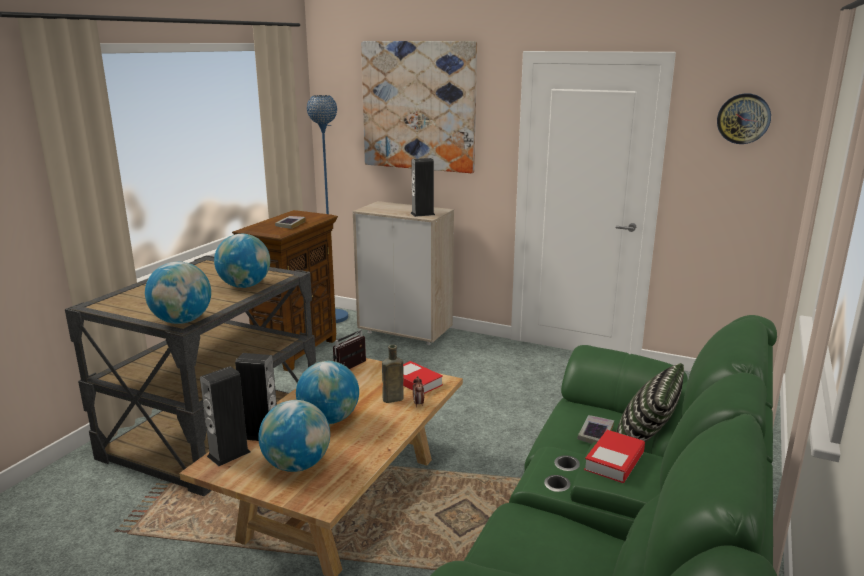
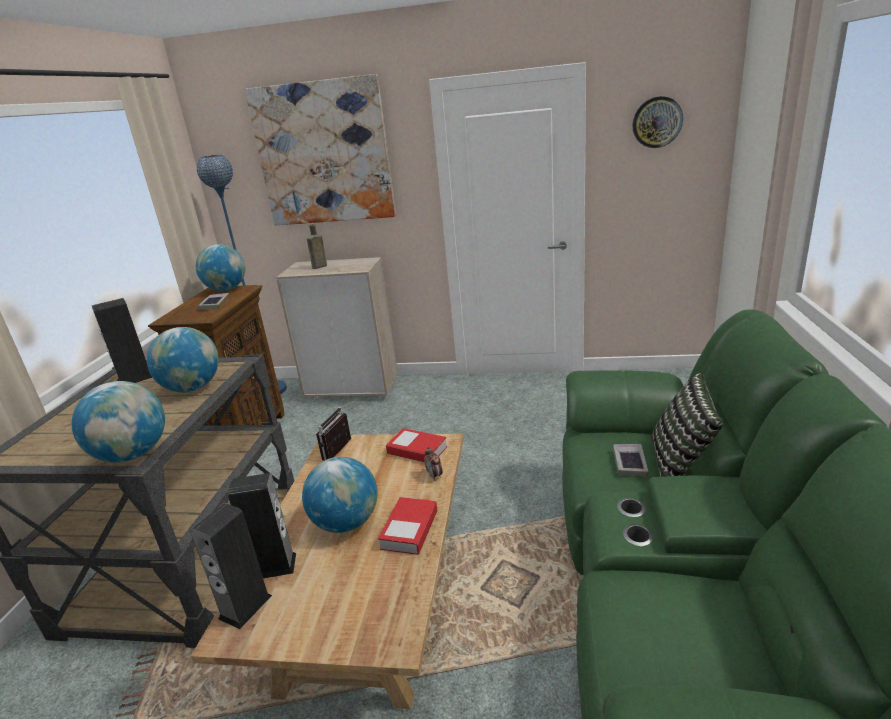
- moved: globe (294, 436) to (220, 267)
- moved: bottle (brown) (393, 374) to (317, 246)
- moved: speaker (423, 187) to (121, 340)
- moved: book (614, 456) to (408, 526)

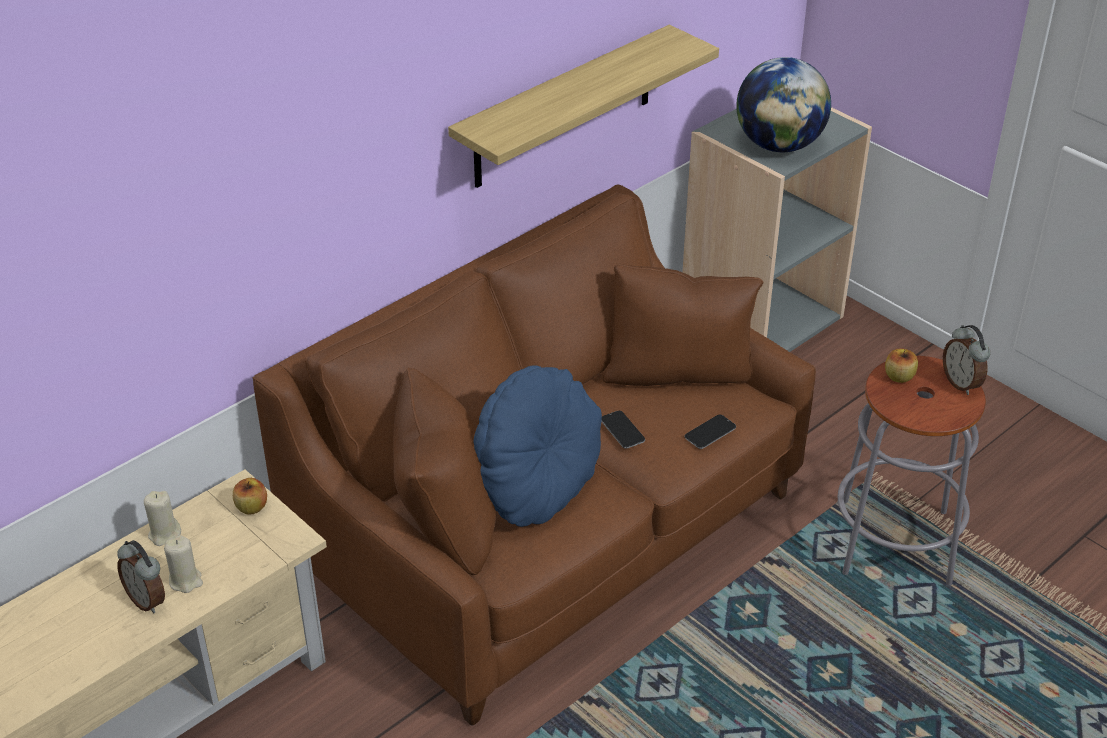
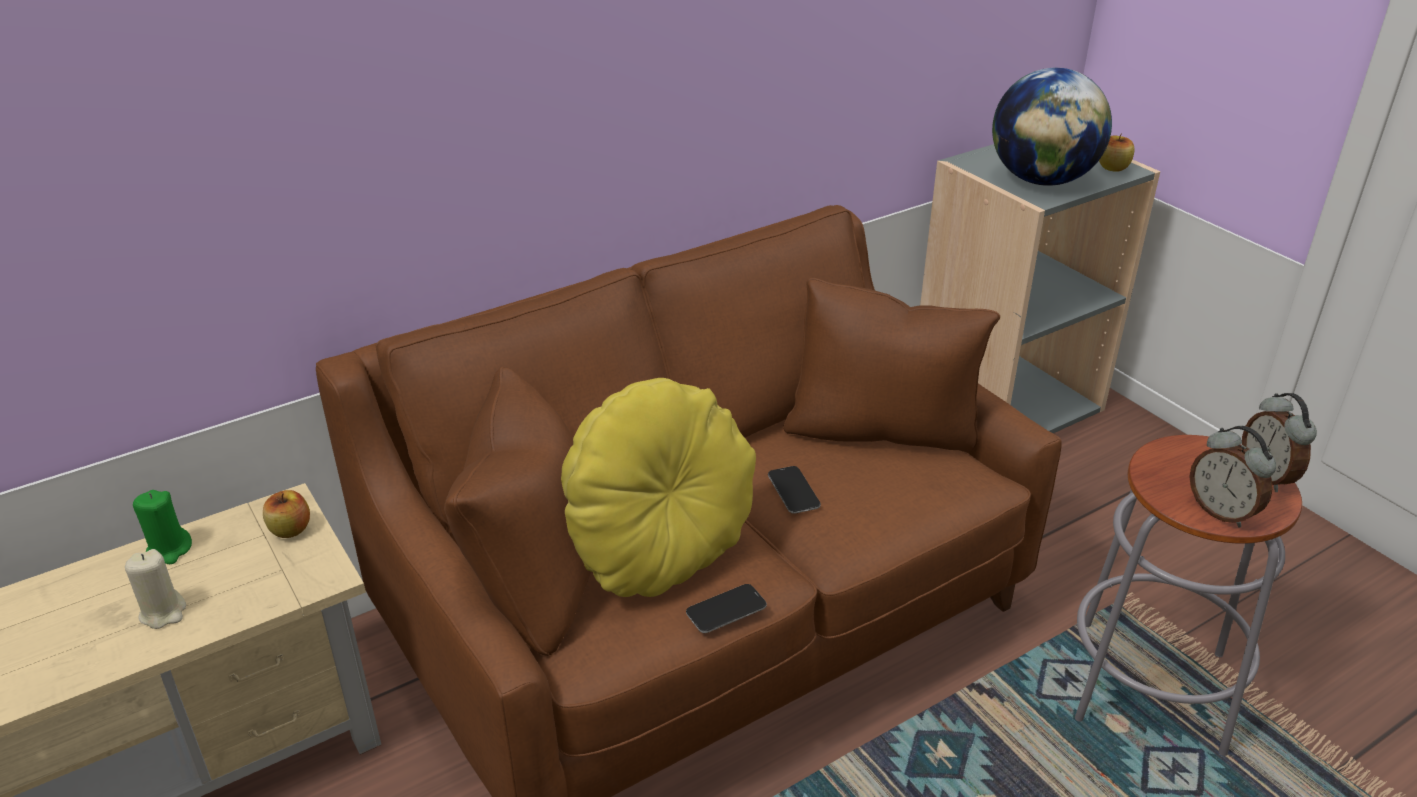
- removed: shelf (583, 106)
- moved: alarm clock (141, 576) to (1232, 477)
- moved: phone (710, 431) to (726, 608)
- moved: apple (901, 365) to (1116, 152)
- recoloured: candle (beige) (162, 518) to candle (green) (162, 527)
- recoloured: pillow (blue) (537, 446) to pillow (yellow) (658, 487)

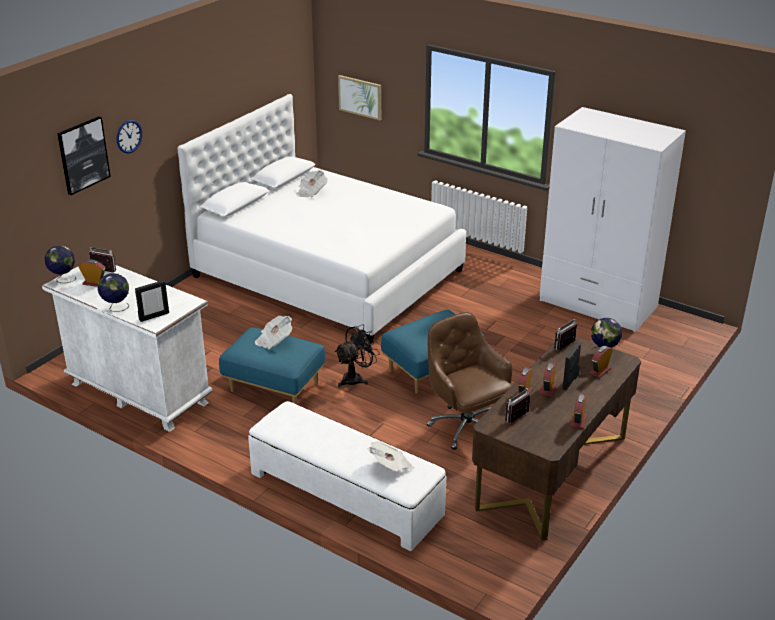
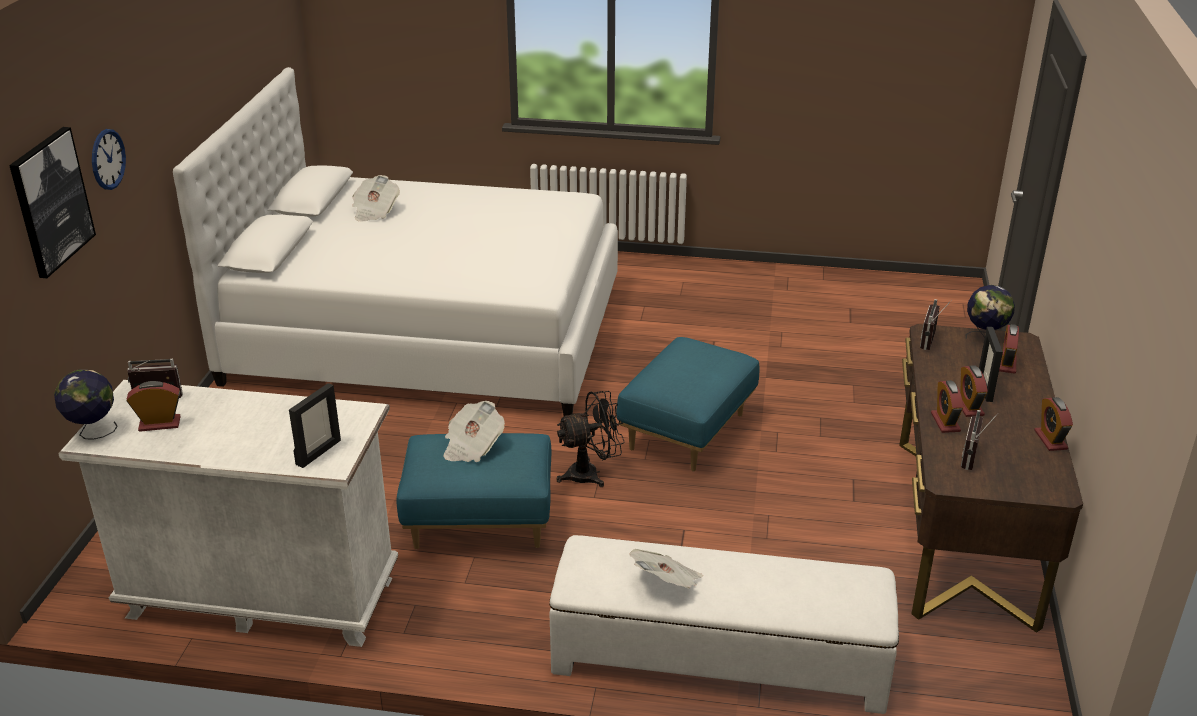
- removed: globe (113, 292)
- removed: picture (359, 97)
- removed: office chair (brown) (469, 381)
- removed: wardrobe (white) (613, 219)
- moved: newspaper (390, 456) to (666, 568)
- turned: fan (black) (357, 356) = (590, 439) 45 degrees clockwise

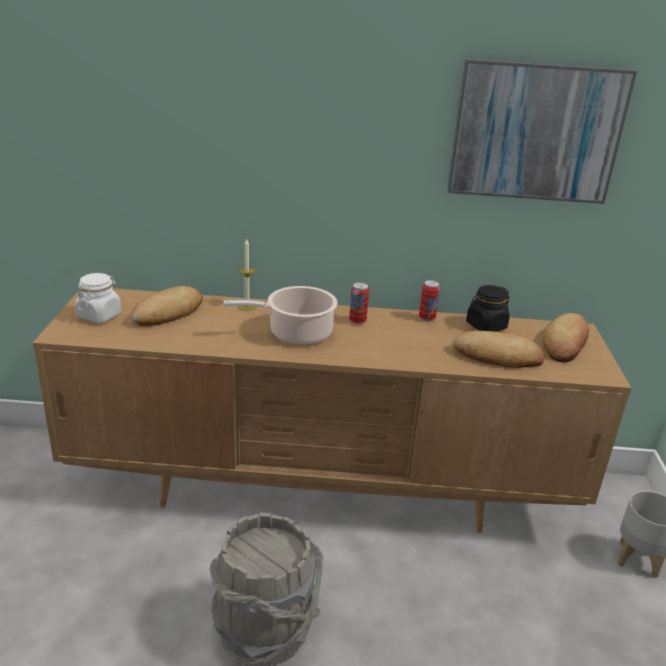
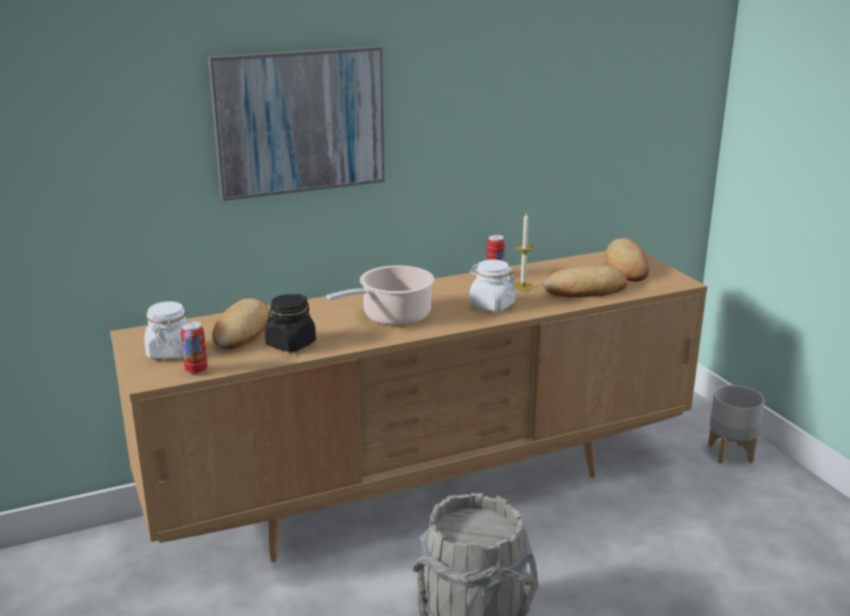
- added: jar (white) (493, 286)
- moved: candle (246, 275) to (524, 252)
- moved: can (359, 303) to (194, 348)
- moved: picture (542, 131) to (296, 123)
- moved: jar (black) (488, 308) to (290, 323)

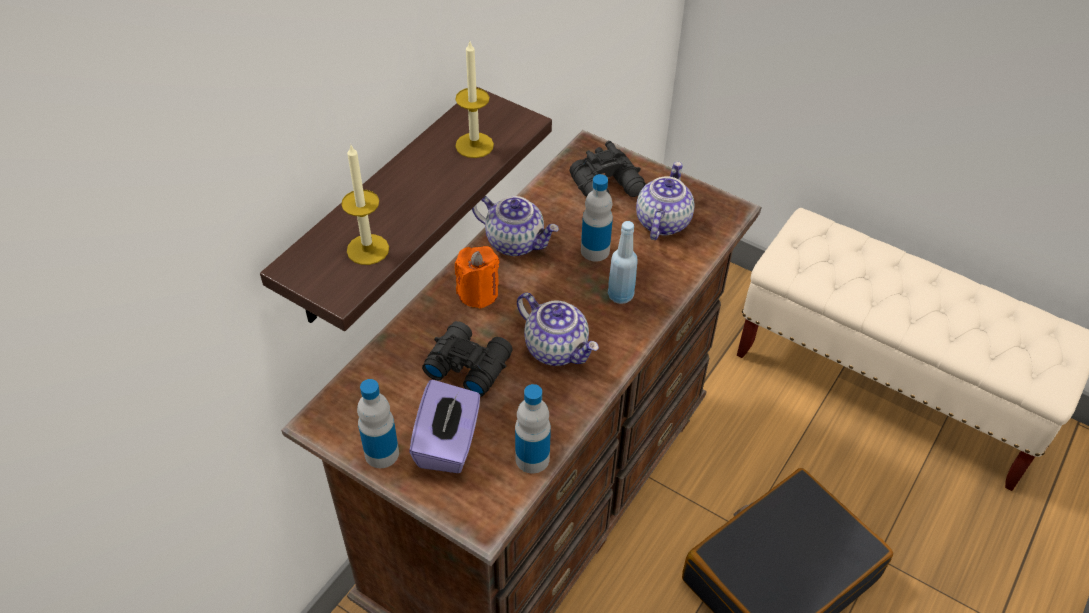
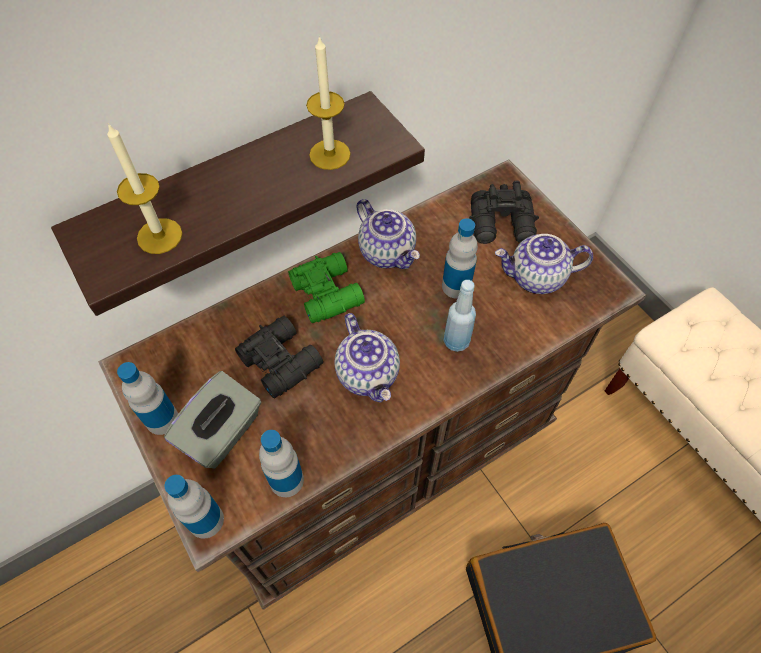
- added: bottle (194, 507)
- replaced: candle (orange) (477, 277) to binoculars (green) (326, 287)
- recoloured: tissue box (purple) (444, 426) to tissue box (grey) (212, 419)
- turned: teapot (665, 201) = (544, 264) 135 degrees counterclockwise

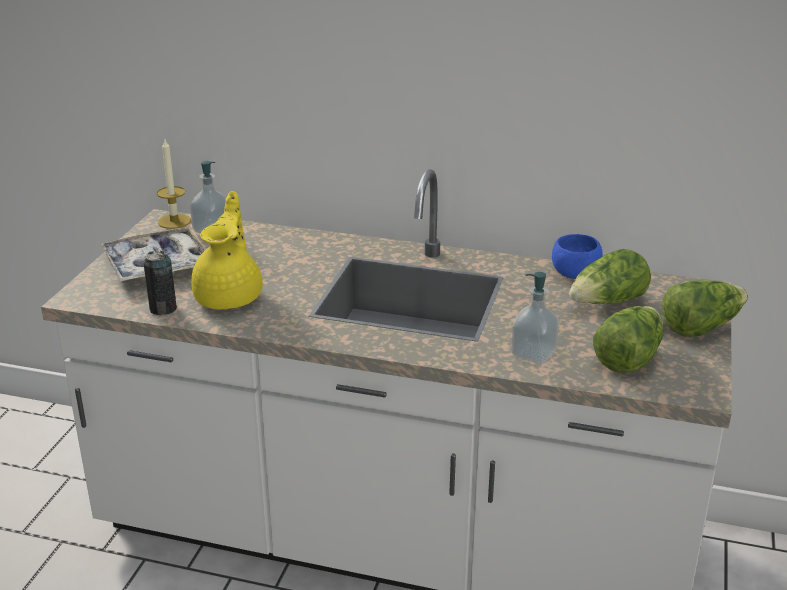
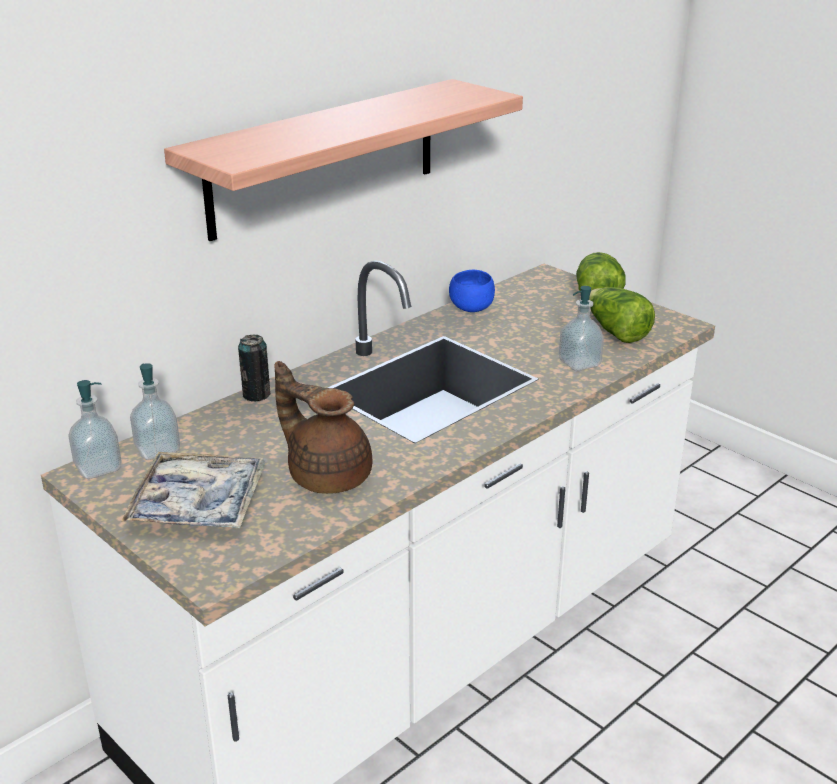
- removed: lettuce (610, 276)
- added: shelf (343, 160)
- moved: can (160, 283) to (254, 368)
- replaced: candle (174, 184) to soap dispenser (95, 429)
- recoloured: teapot (yellow) (227, 250) to teapot (brown) (323, 427)

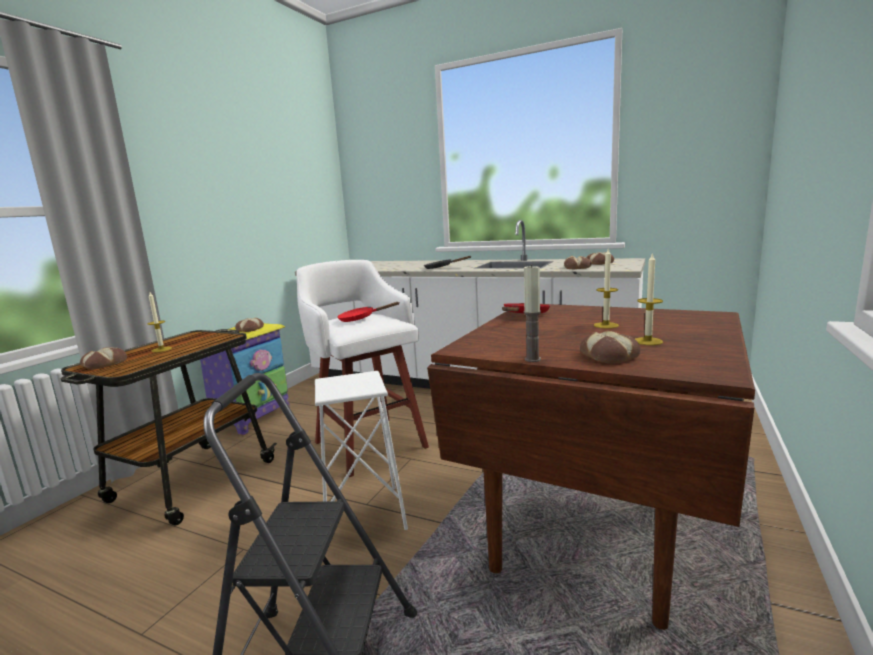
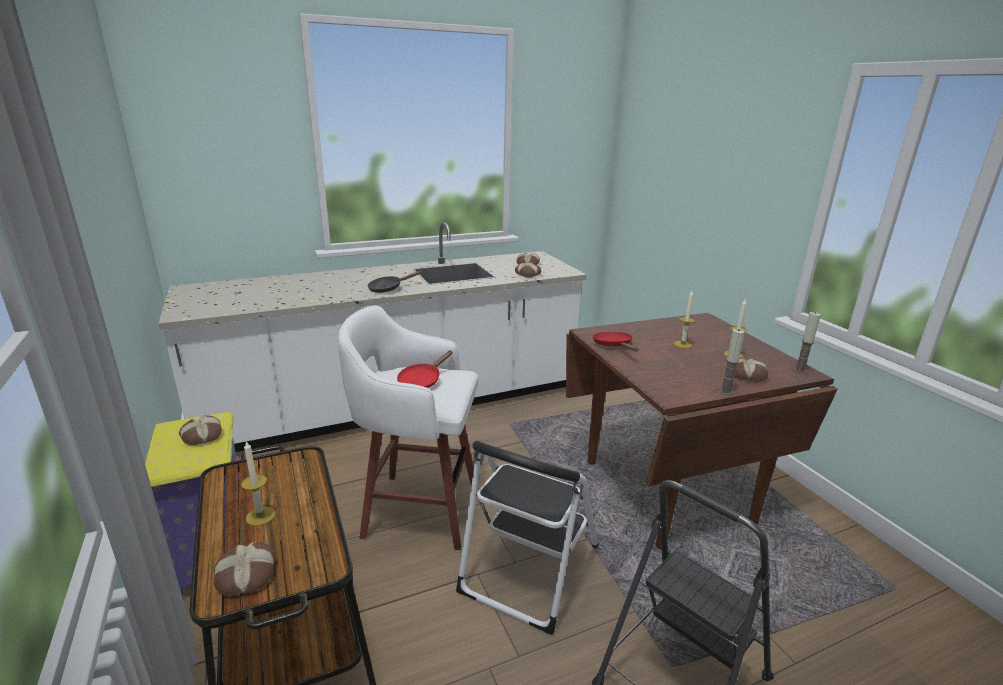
- added: candle (807, 342)
- replaced: stool (white) (361, 450) to step ladder (527, 538)

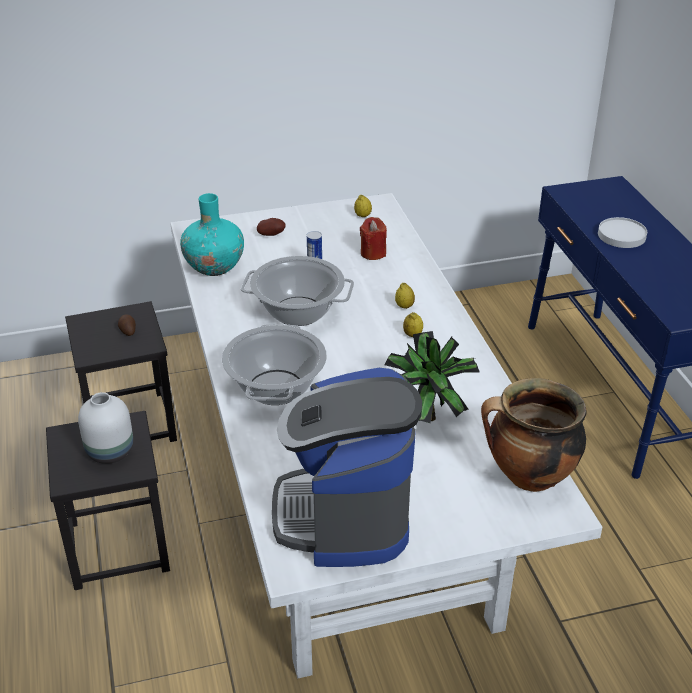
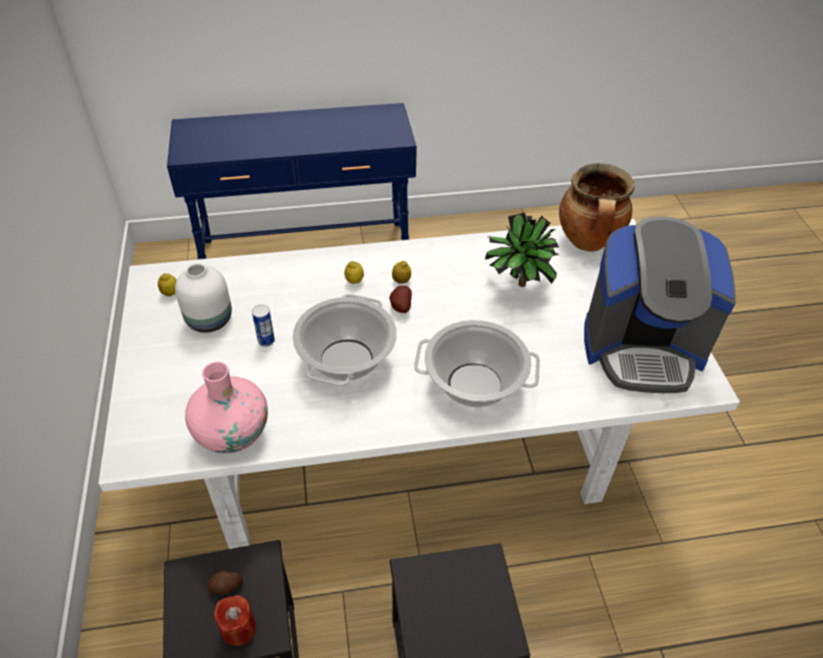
- removed: plate (white) (622, 232)
- moved: vase (white) (105, 428) to (203, 298)
- moved: potato (271, 227) to (400, 299)
- moved: candle (red) (373, 238) to (235, 620)
- recoloured: vase (turquoise) (212, 234) to vase (pink) (226, 407)

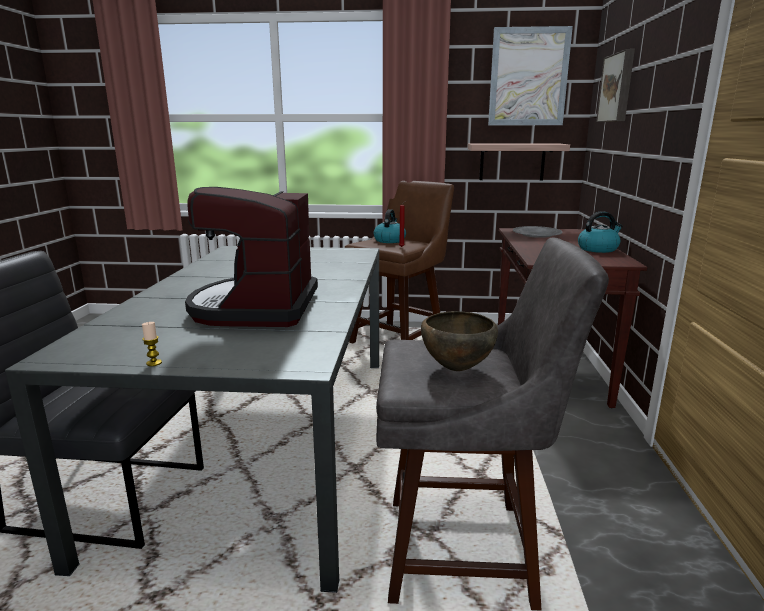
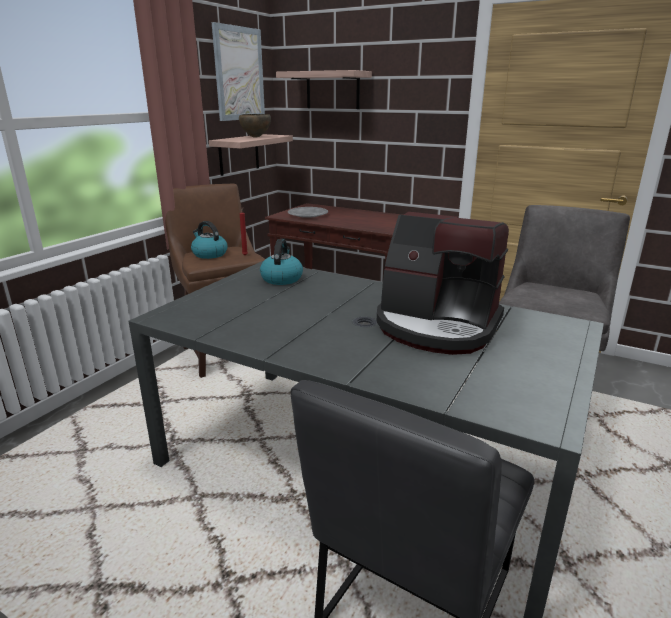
- removed: candle (152, 344)
- moved: bowl (brown) (459, 341) to (255, 126)
- moved: kettle (600, 232) to (281, 262)
- replaced: picture (615, 85) to shelf (324, 89)

